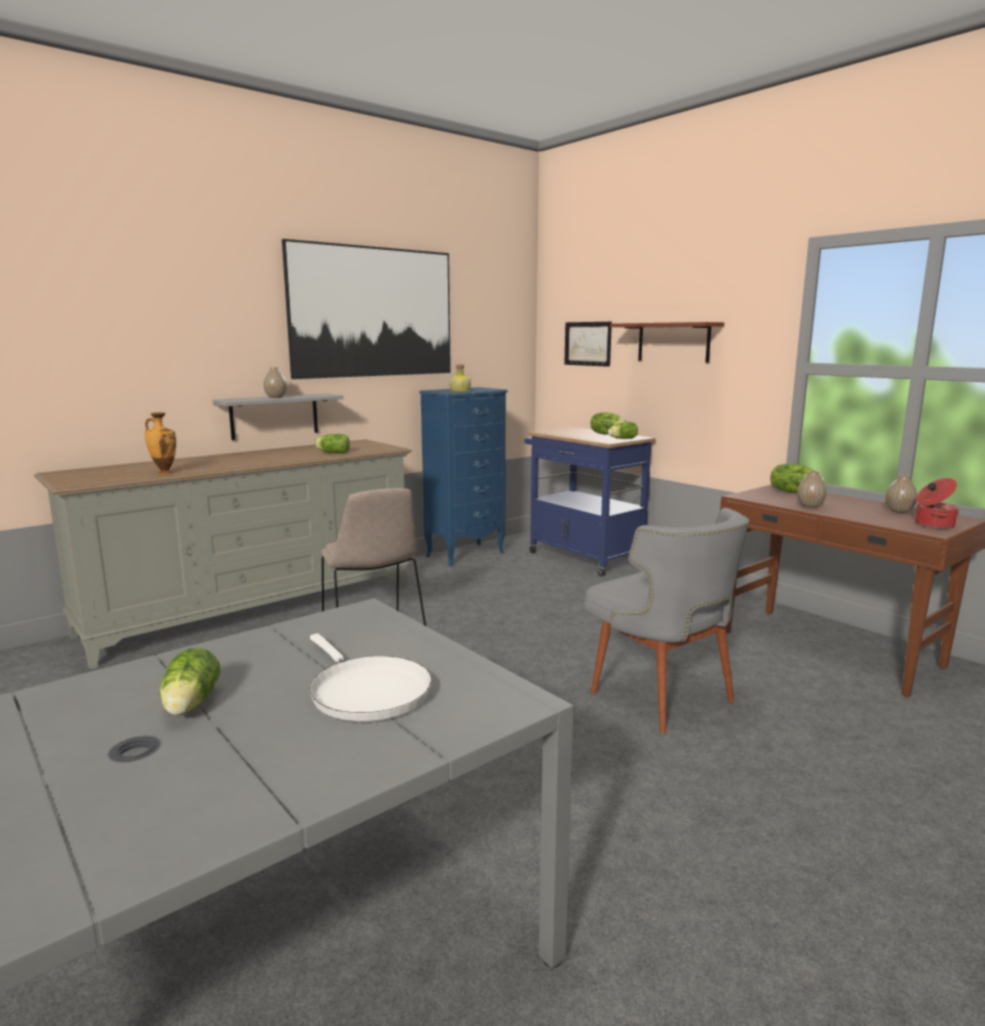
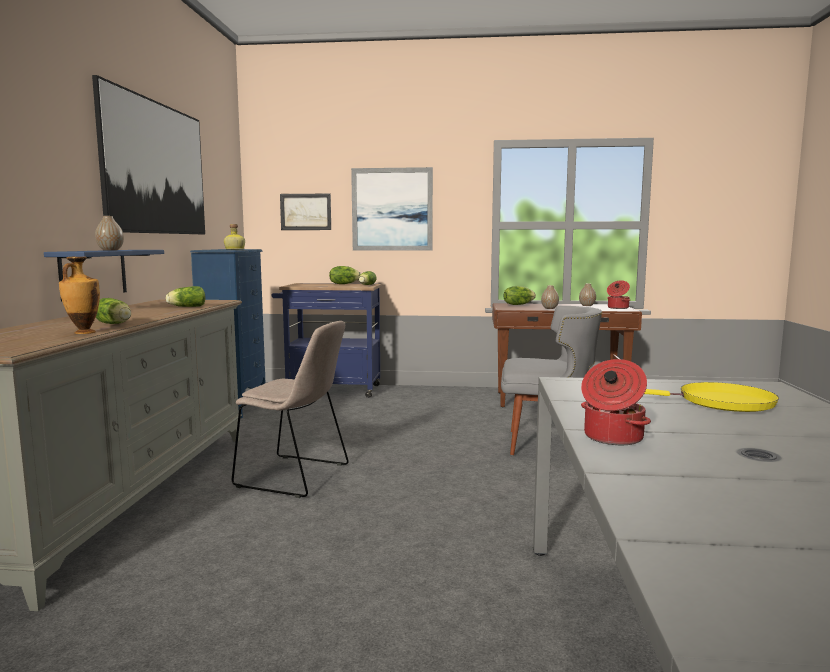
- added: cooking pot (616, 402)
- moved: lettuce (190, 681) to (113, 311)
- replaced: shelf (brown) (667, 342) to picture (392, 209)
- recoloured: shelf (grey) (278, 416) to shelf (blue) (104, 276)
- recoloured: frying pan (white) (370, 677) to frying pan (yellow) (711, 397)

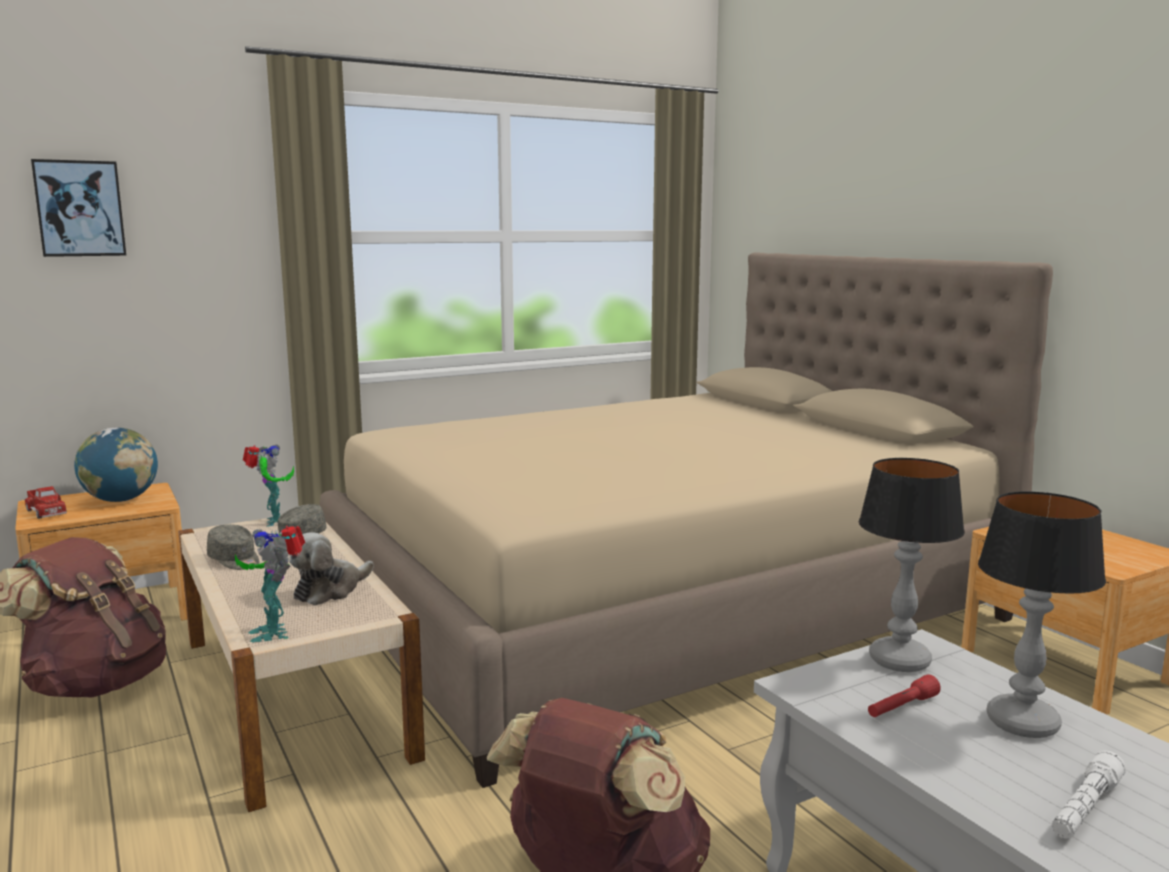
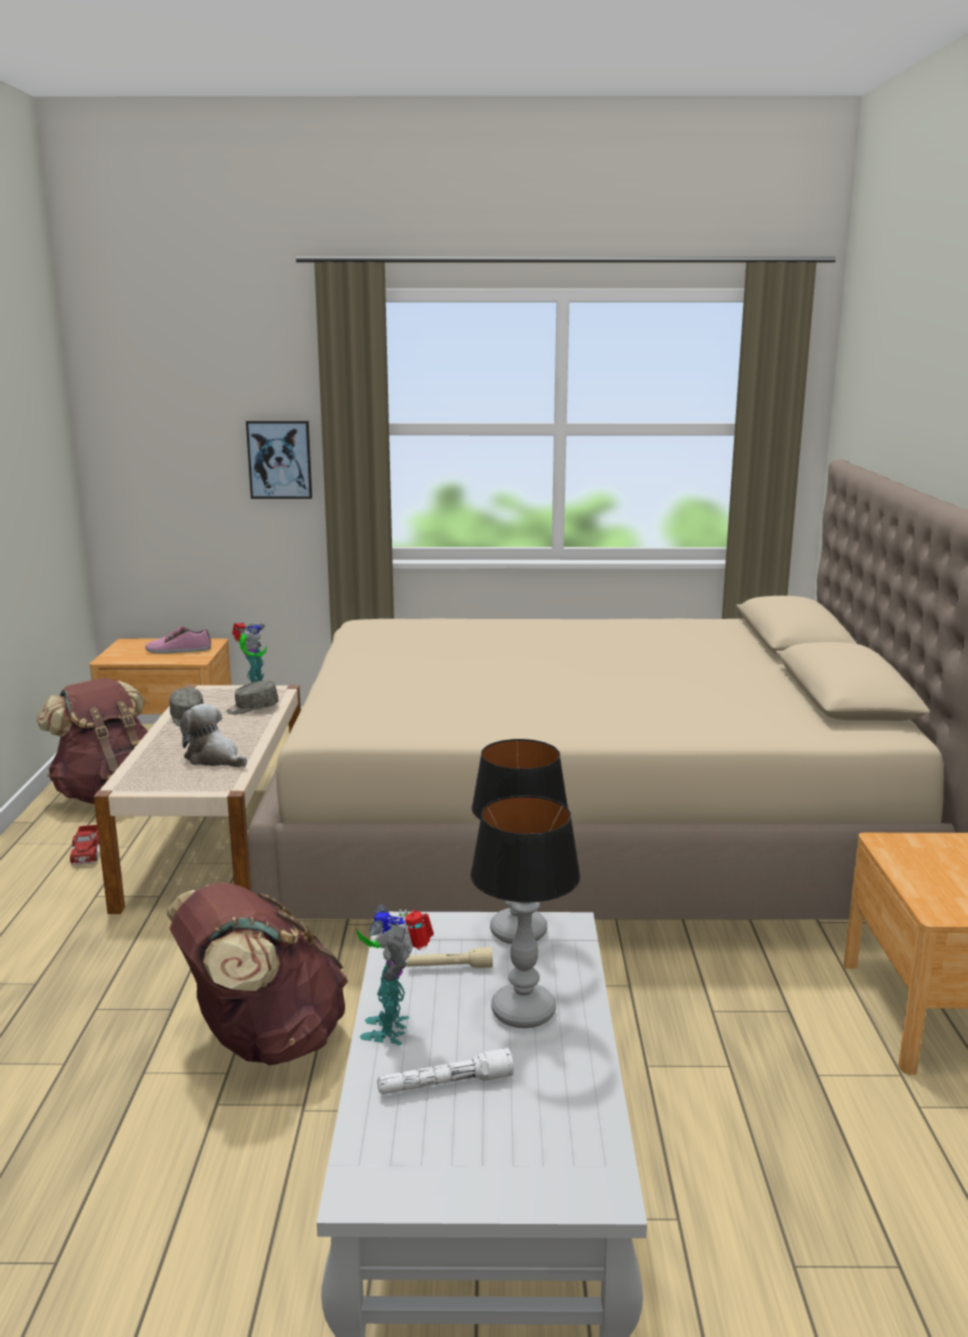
- moved: toy truck (46, 502) to (85, 845)
- moved: picture (78, 208) to (279, 460)
- moved: toy robot (270, 584) to (395, 974)
- replaced: globe (116, 465) to shoe (178, 640)
- recoloured: flashlight (red) (904, 695) to flashlight (beige) (450, 957)
- turned: plush toy (331, 568) = (213, 735) 60 degrees clockwise

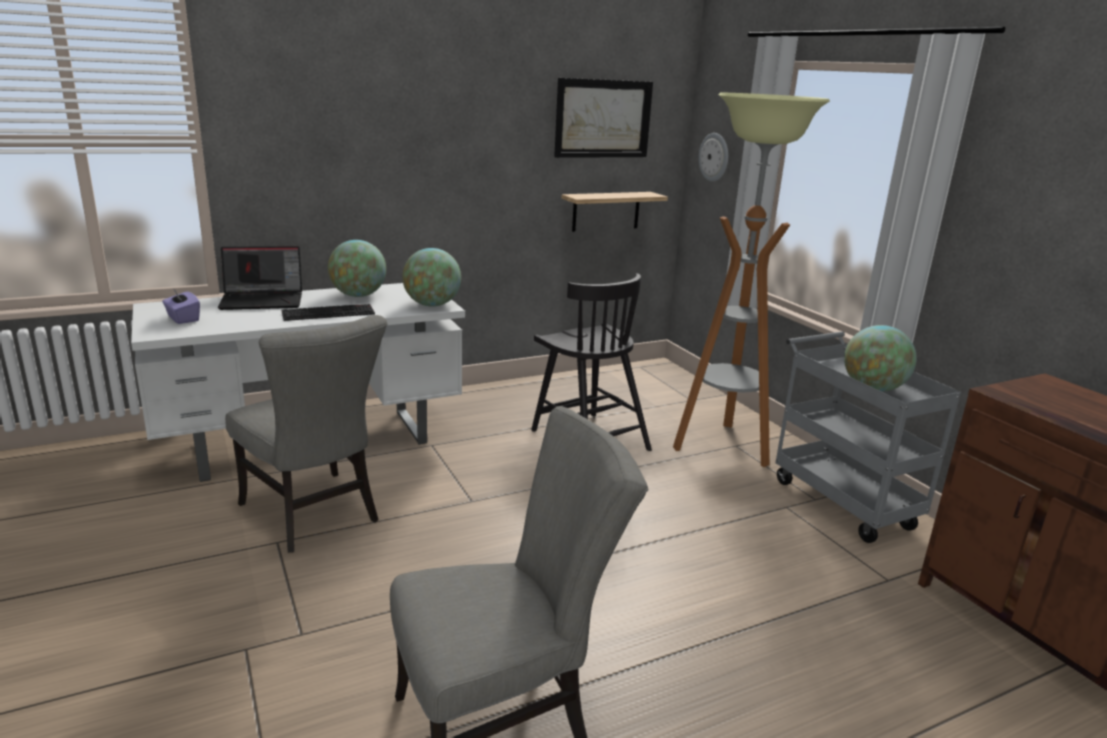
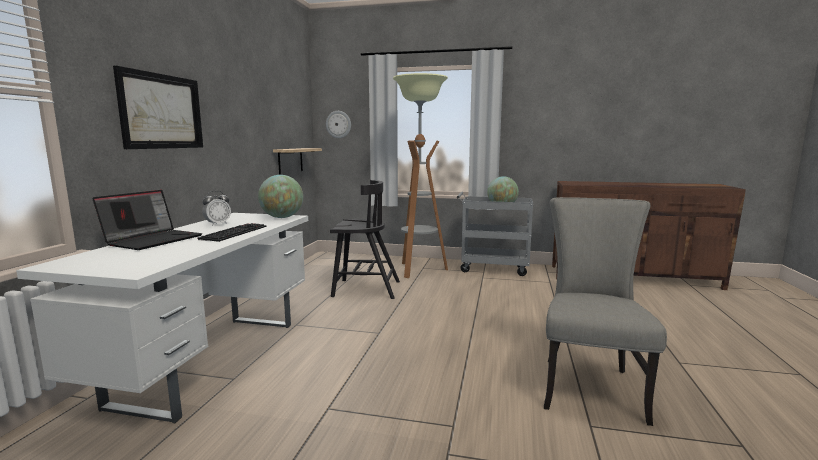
- removed: tissue box (purple) (181, 306)
- removed: chair (grey) (306, 434)
- moved: picture (603, 118) to (158, 107)
- replaced: globe (357, 268) to alarm clock (216, 208)

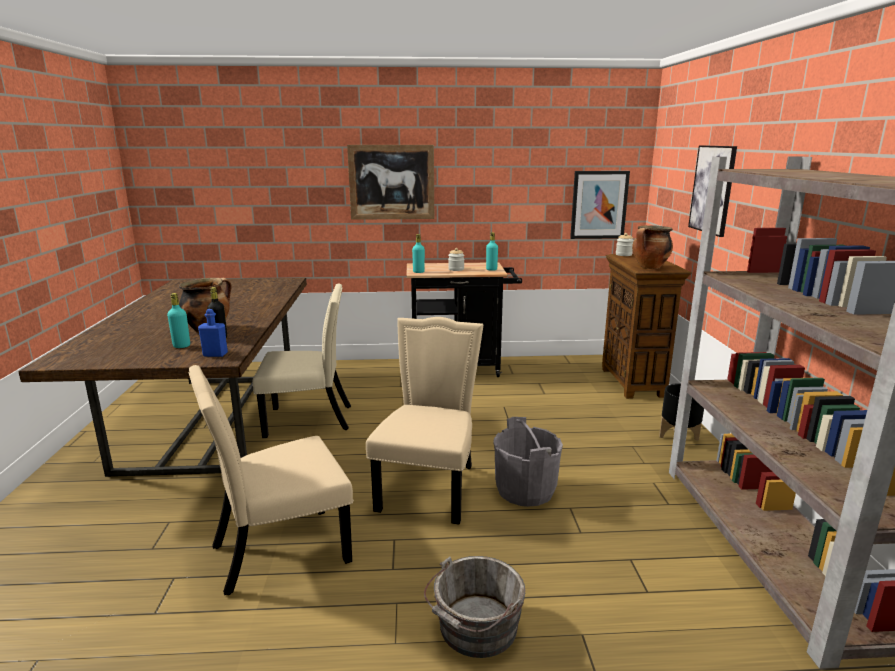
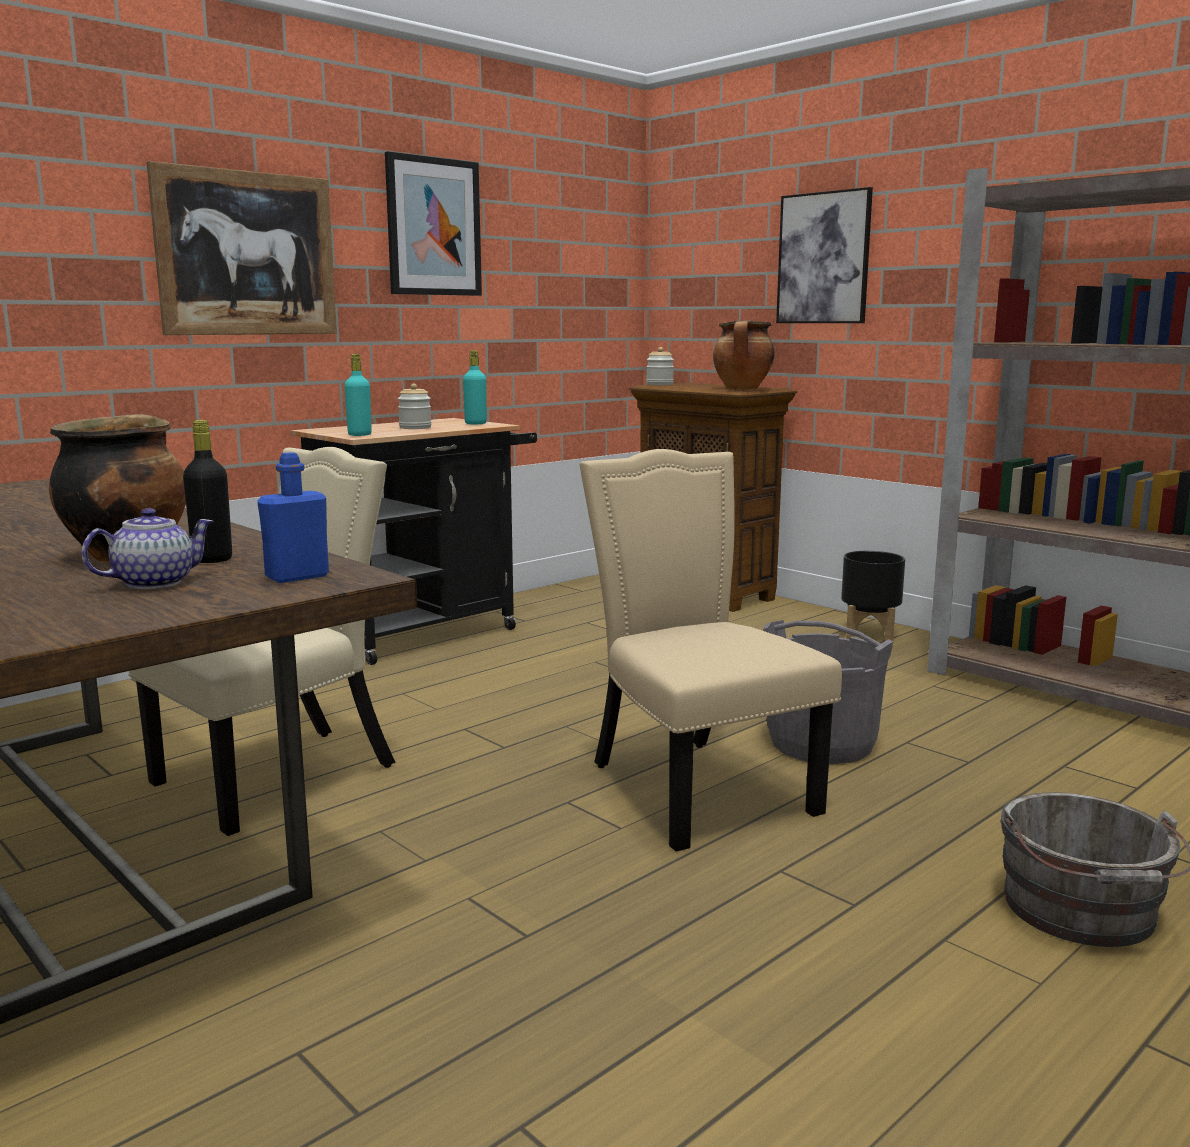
- removed: chair (beige) (271, 480)
- moved: picture (600, 205) to (433, 223)
- replaced: bottle (turquoise) (178, 320) to teapot (147, 548)

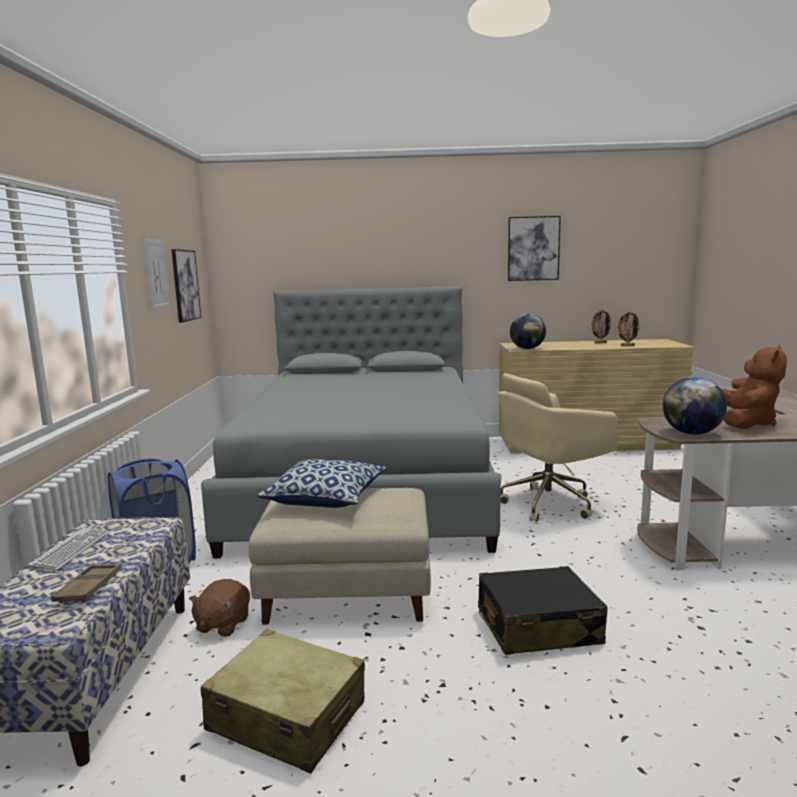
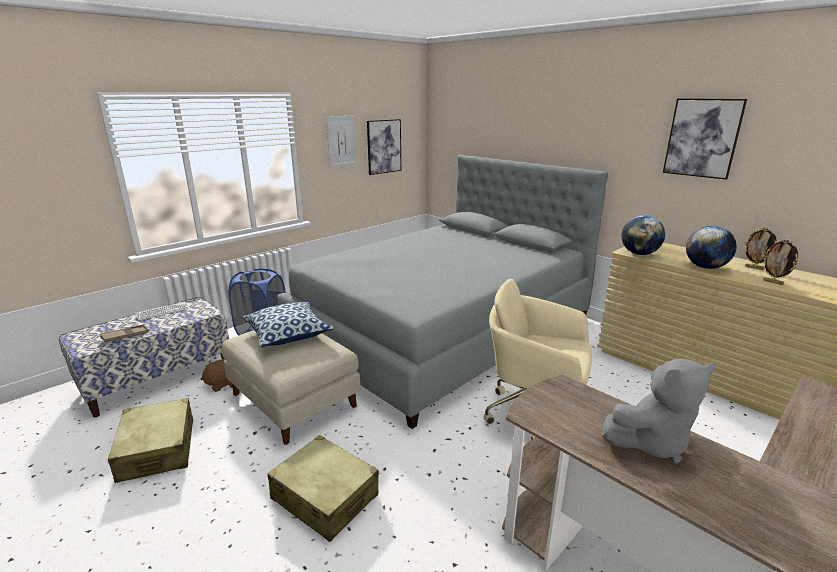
- moved: globe (695, 406) to (711, 247)
- recoloured: suitcase (black) (543, 610) to suitcase (beige) (323, 488)
- recoloured: plush toy (brown) (755, 387) to plush toy (grey) (658, 411)

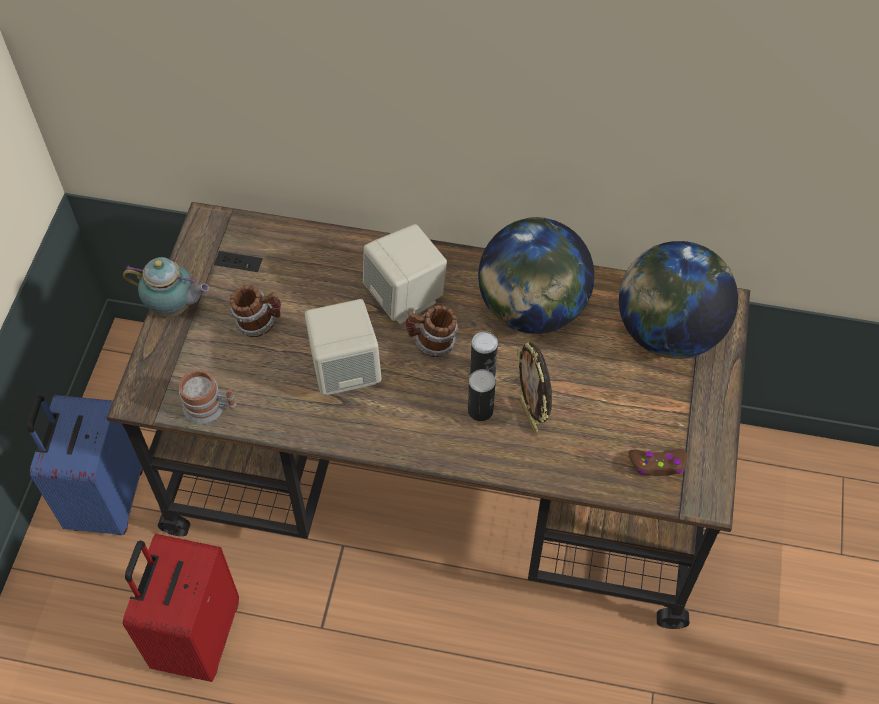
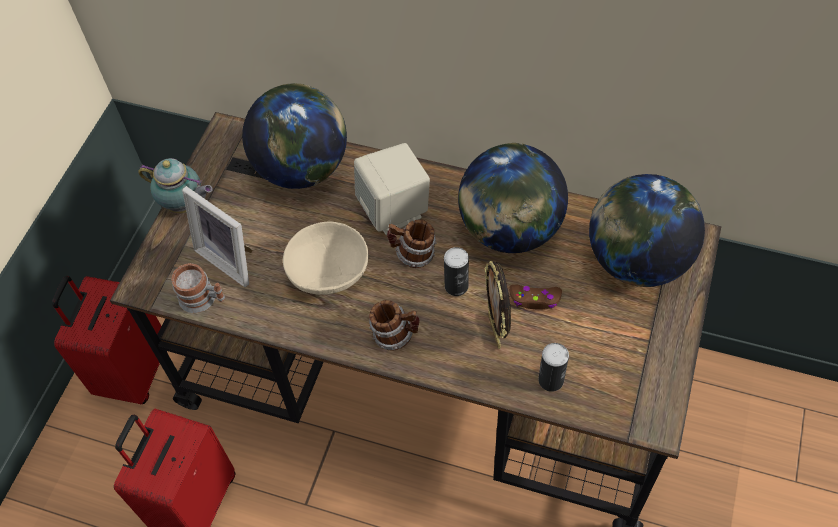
- added: picture frame (217, 236)
- added: globe (294, 136)
- moved: mug (255, 311) to (394, 325)
- moved: can (482, 395) to (553, 367)
- moved: game controller (brown) (657, 462) to (535, 297)
- replaced: speaker (beige) (343, 347) to bowl (beige) (325, 258)
- recoloured: suitcase (blue) (85, 465) to suitcase (red) (106, 340)

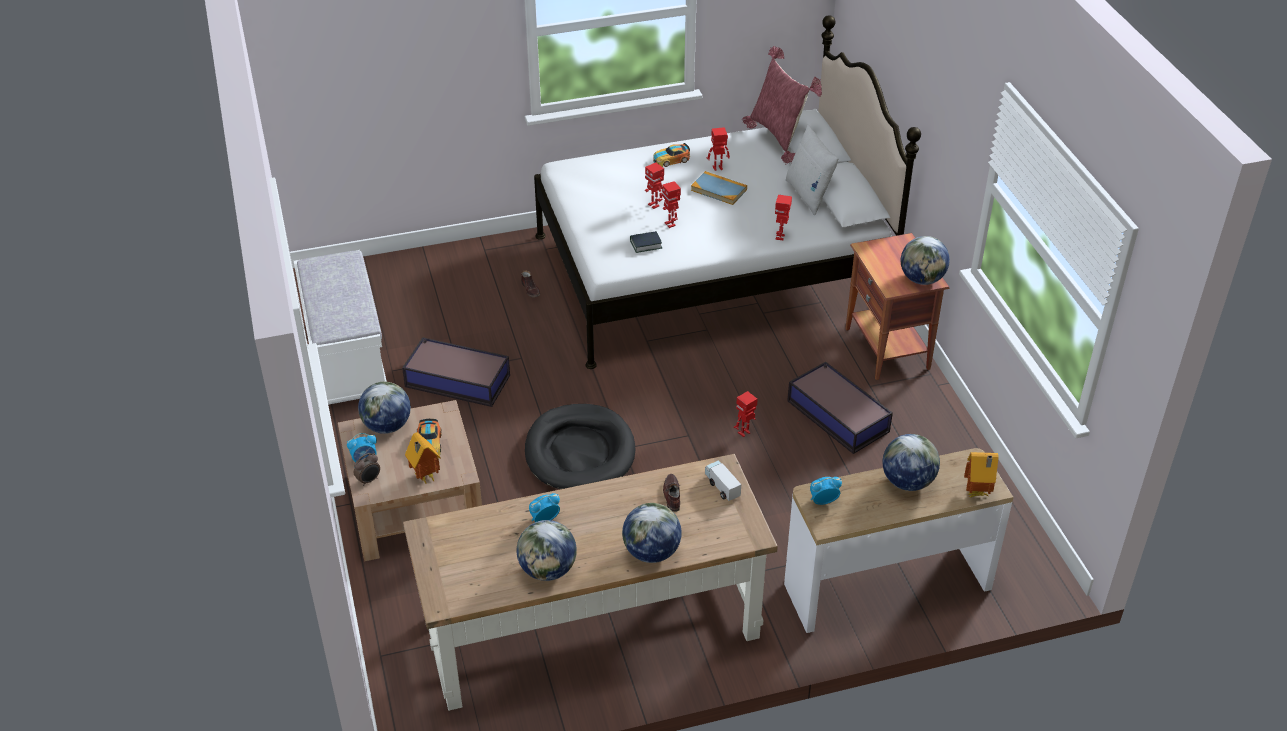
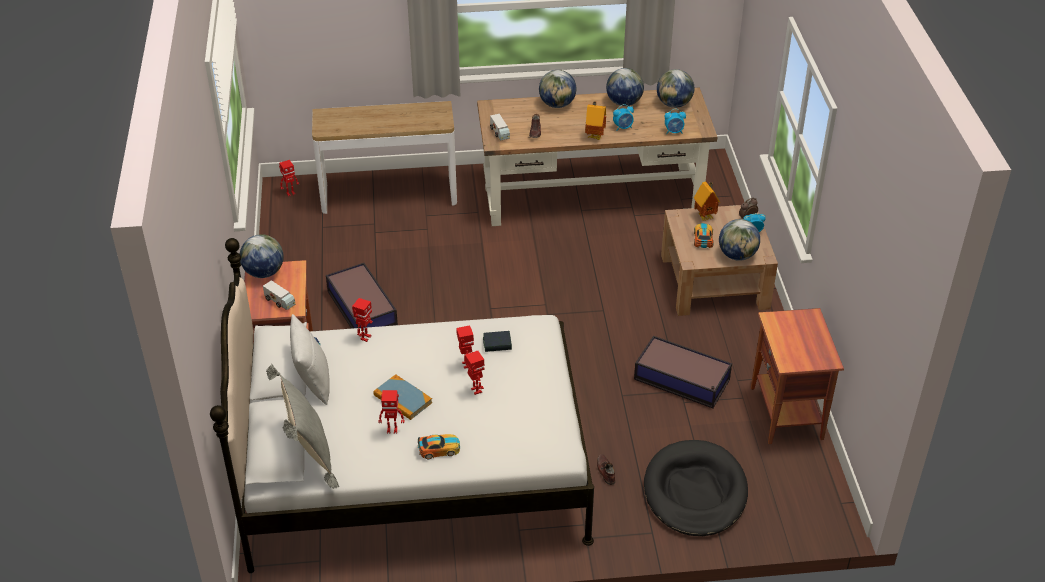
- added: toy truck (279, 295)
- moved: dog bed (black) (580, 446) to (696, 488)
- moved: toy robot (745, 414) to (289, 178)
- moved: alarm clock (826, 491) to (675, 121)
- moved: globe (911, 462) to (675, 88)
- moved: toy house (981, 474) to (595, 120)
- replaced: bench (white) (340, 327) to nightstand (797, 376)
- recoloured: pillow (red) (782, 105) to pillow (grey) (302, 426)

